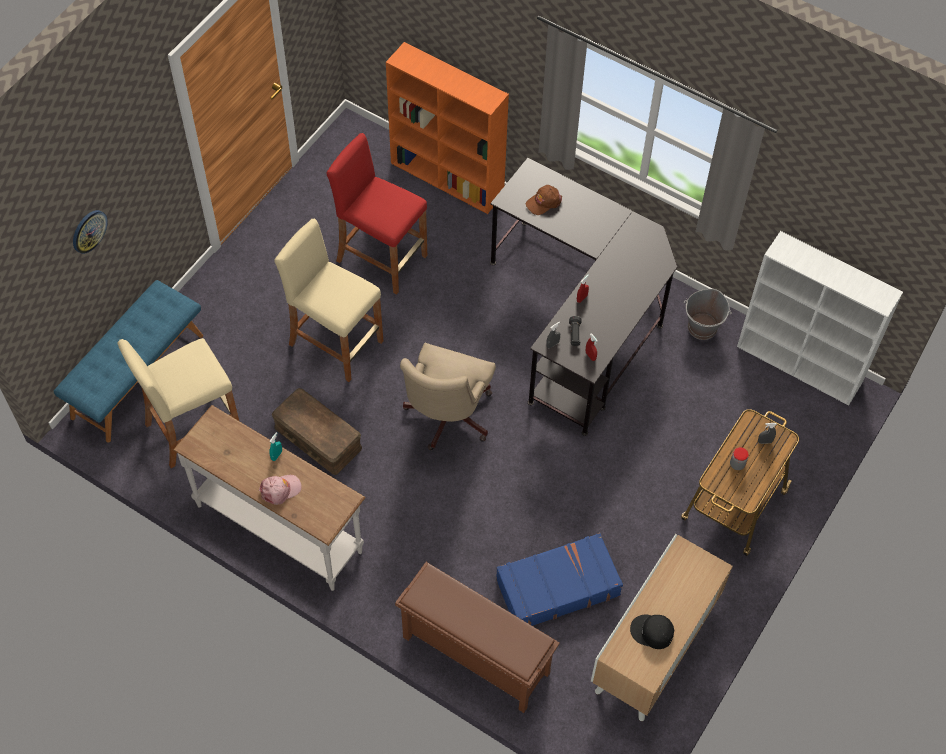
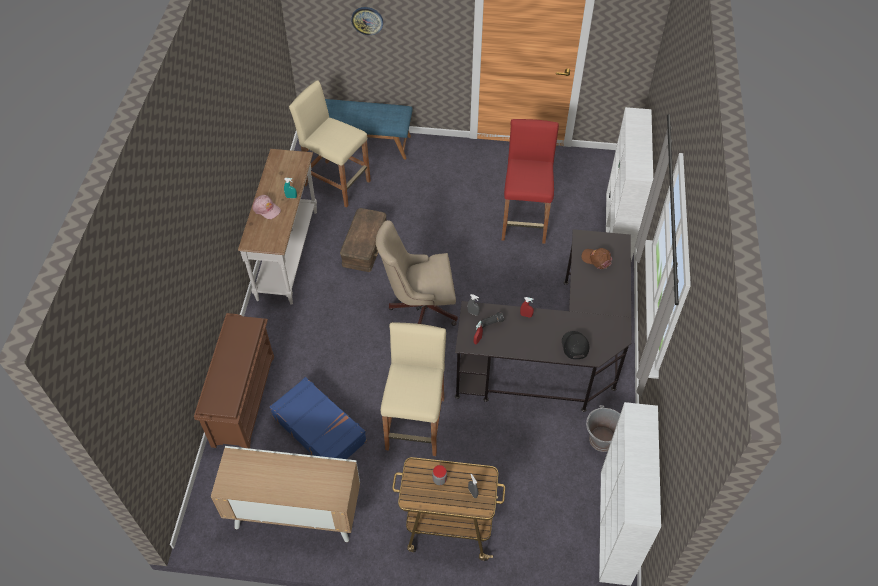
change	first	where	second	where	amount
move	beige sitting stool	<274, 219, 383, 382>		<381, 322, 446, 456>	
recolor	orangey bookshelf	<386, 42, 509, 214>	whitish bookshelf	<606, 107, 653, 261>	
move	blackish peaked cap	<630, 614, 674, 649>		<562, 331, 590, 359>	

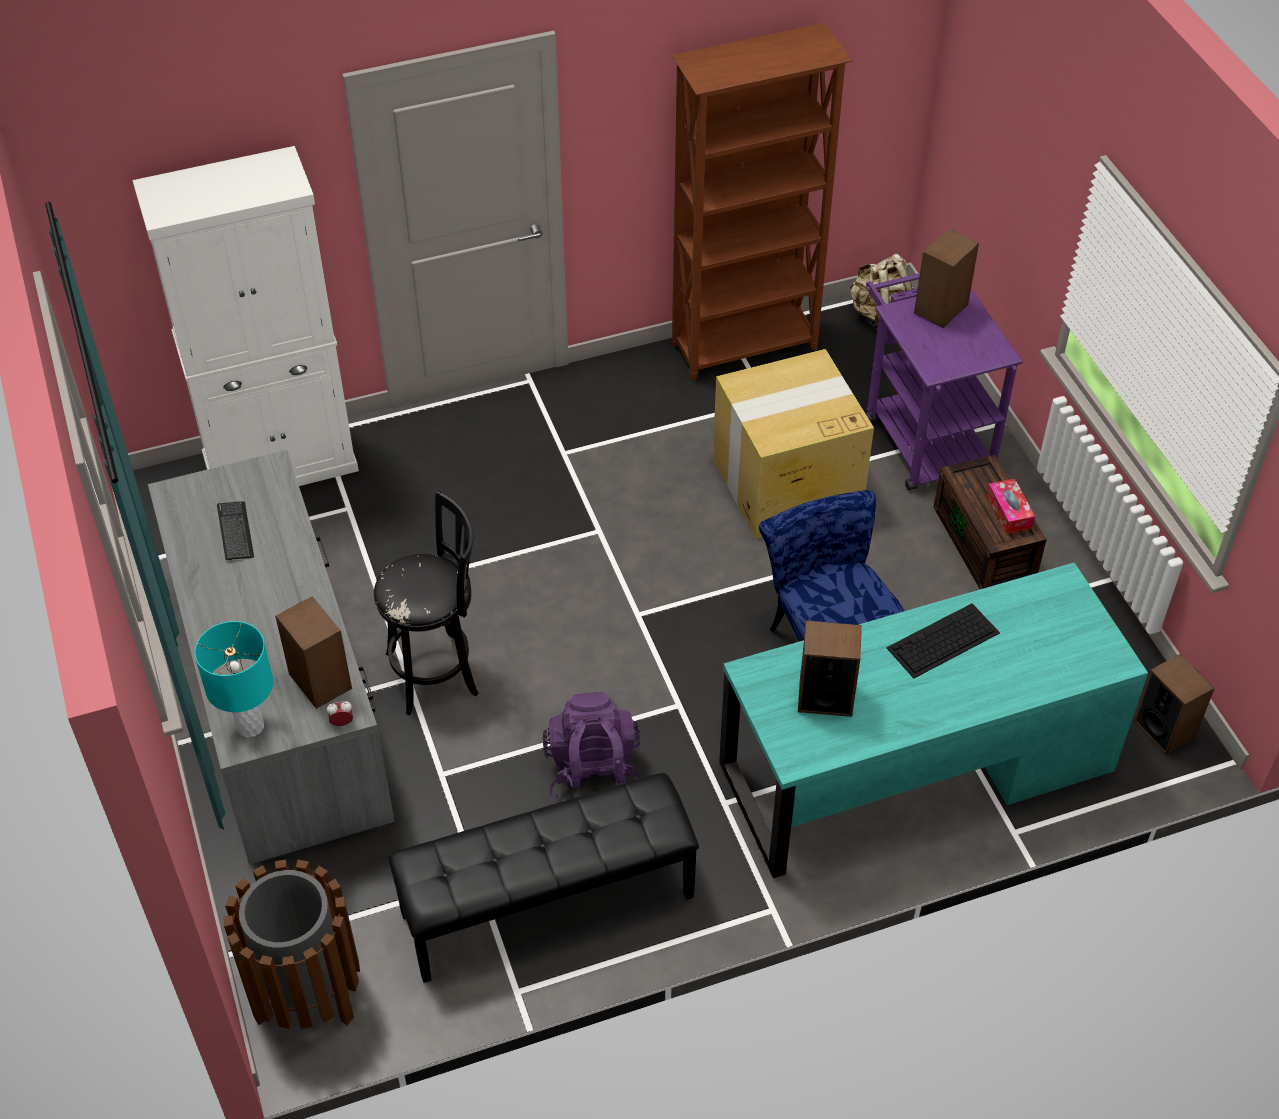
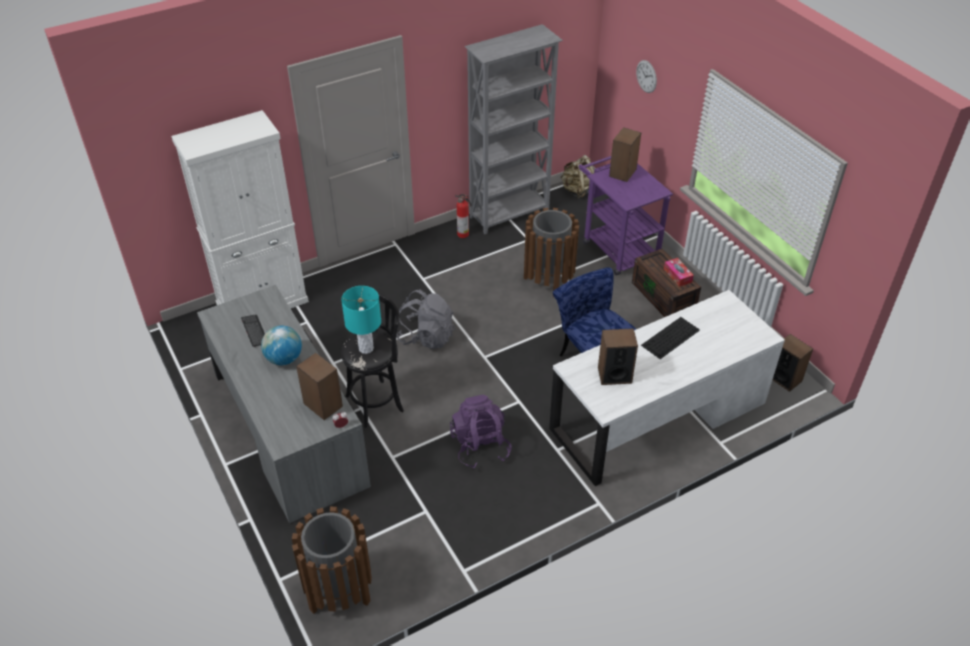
change	first	where	second	where	amount
move	turquoise table lamp	<194, 621, 273, 738>		<341, 286, 381, 354>	
delete	blackish long seat	<388, 773, 699, 983>			
recolor	brown-coloured bookshelf	<672, 23, 853, 381>	gray bookshelf	<464, 24, 563, 234>	
replace	packing box	<713, 349, 874, 539>	brown-coloured trash can	<524, 208, 579, 298>	
recolor	turquoise desk	<719, 562, 1148, 878>	whitish desk	<549, 290, 785, 486>	
insert			globe	<261, 326, 302, 365>	
insert			gray backpack	<397, 290, 455, 349>	
insert			fire-fighting cylinder	<455, 194, 472, 238>	
insert			clock on the wall	<636, 60, 657, 93>	

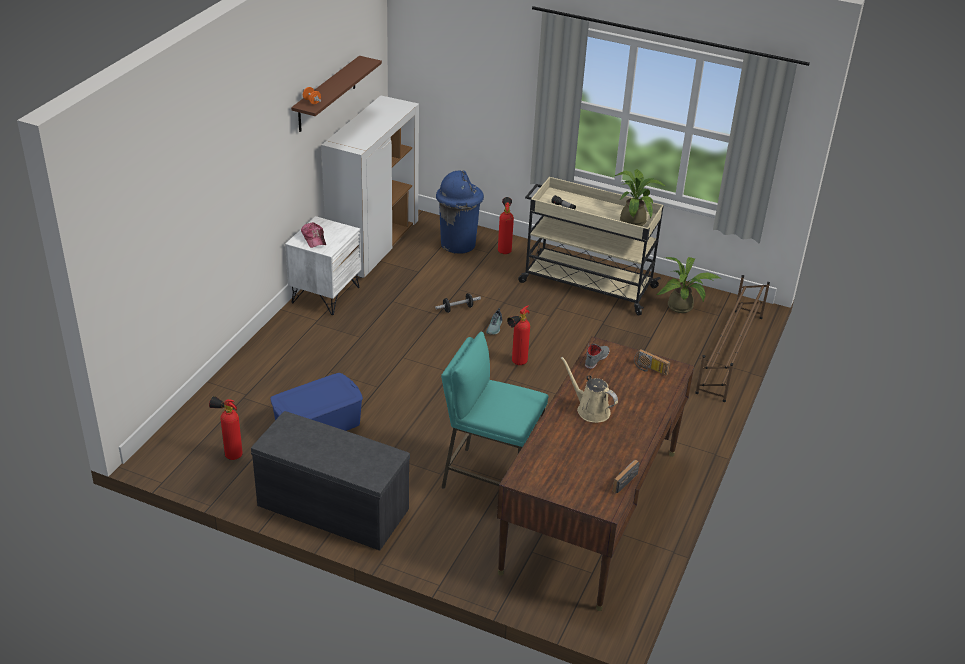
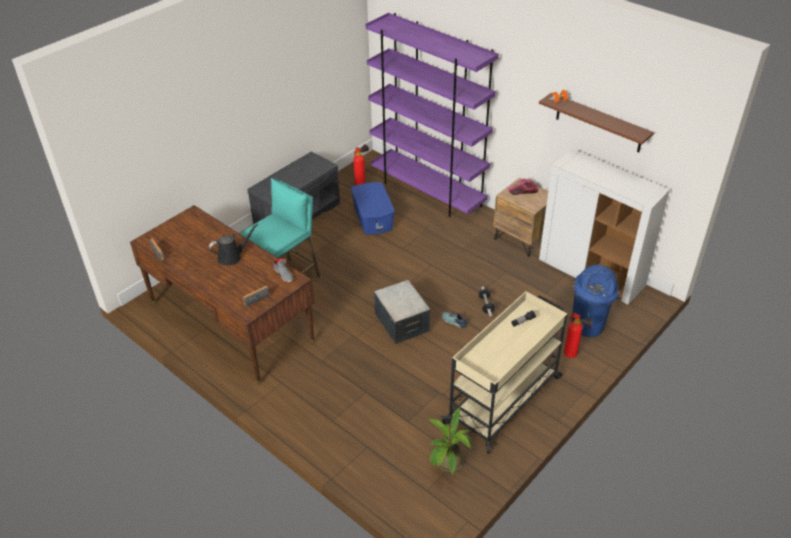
change	first	where	second	where	amount
recolor	whitish night table	<285, 216, 361, 315>	brown-coloured night table	<493, 178, 548, 257>	
replace	fire-fighting cylinder	<507, 306, 530, 365>	storage box	<374, 280, 431, 345>	
recolor	beige sprinkling can	<561, 357, 618, 423>	blackish sprinkling can	<209, 224, 258, 265>	
delete	potted plant	<615, 169, 666, 226>			
delete	brown-coloured shoe rack	<695, 275, 770, 402>			
insert			purple bookshelf	<365, 13, 499, 217>	

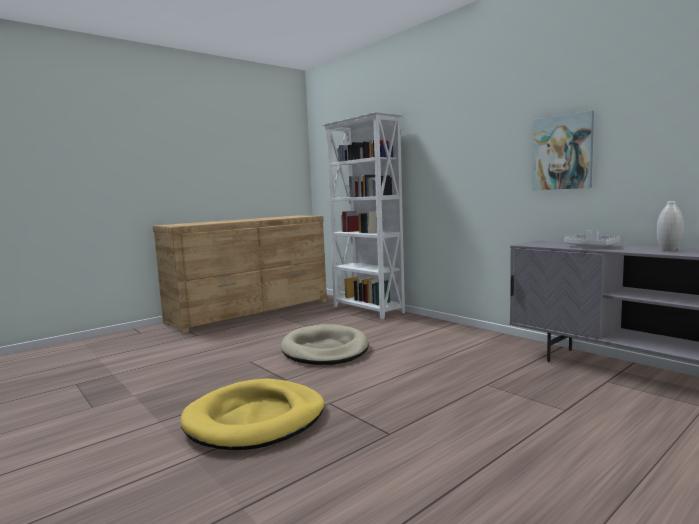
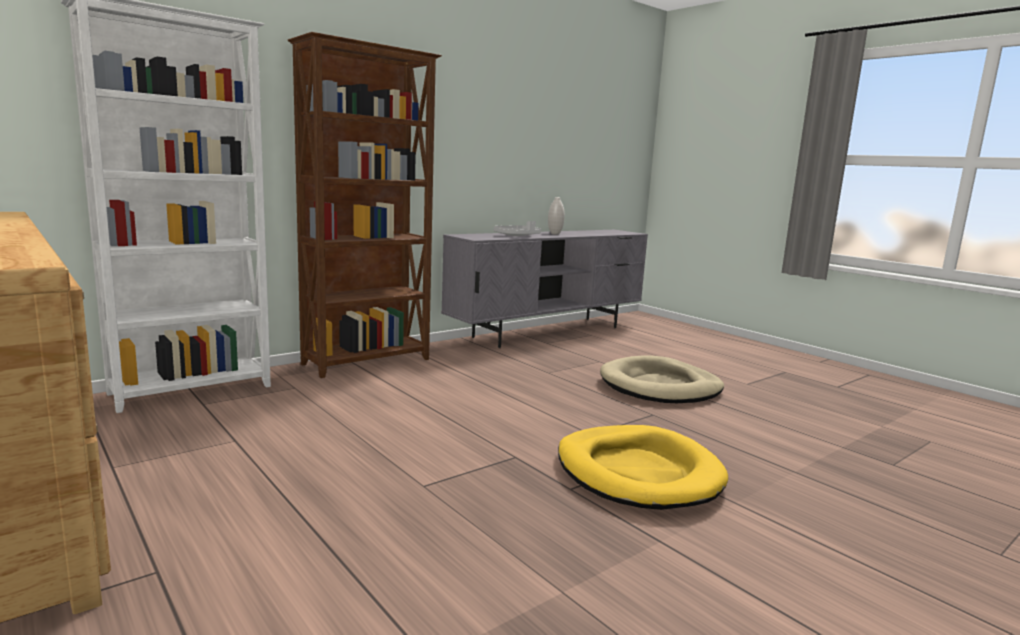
change	first	where	second	where	amount
move	beige dog bed	<281, 324, 369, 365>		<600, 355, 724, 403>	
delete	wall art	<532, 110, 594, 190>			
insert			brown-coloured bookshelf	<288, 32, 442, 378>	

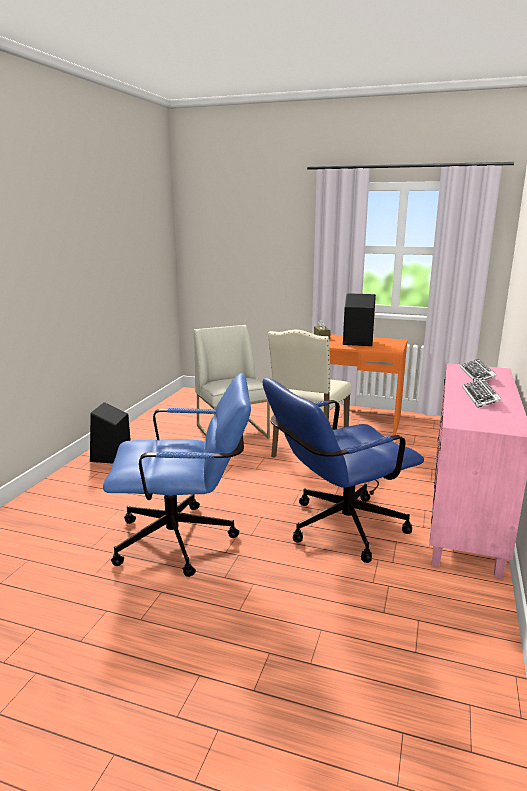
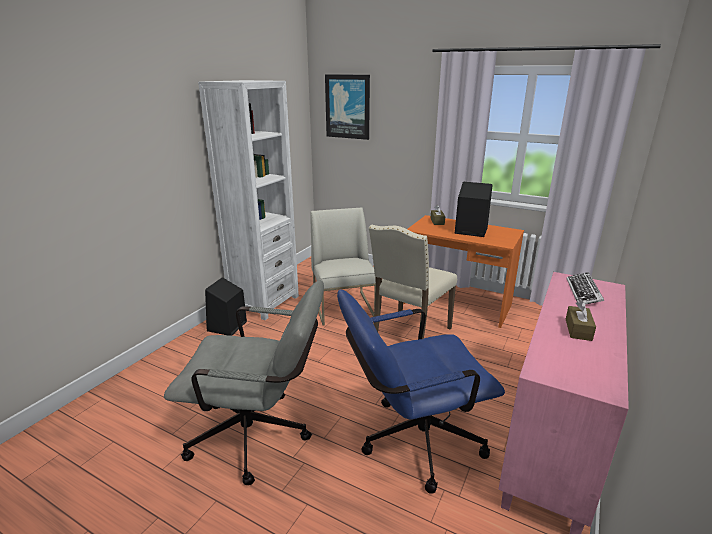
change	first	where	second	where	amount
recolor	blue-coloured computer chair	<103, 373, 251, 577>	gray computer chair	<164, 280, 324, 485>	
replace	PC keyboard	<462, 378, 502, 408>	brown-coloured box of tissues	<566, 301, 596, 341>	
insert			whitish bookshelf	<198, 80, 299, 320>	
insert			wall art	<325, 74, 370, 140>	

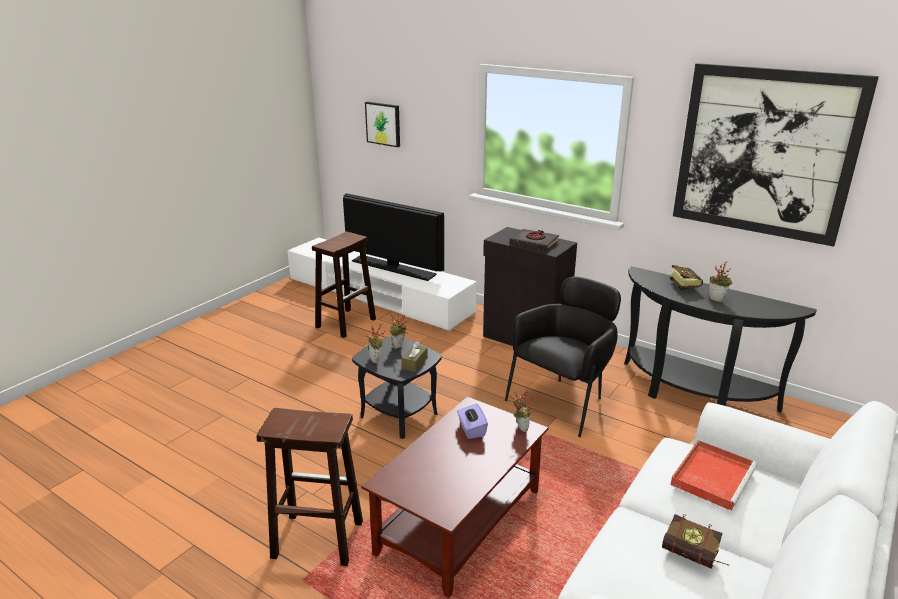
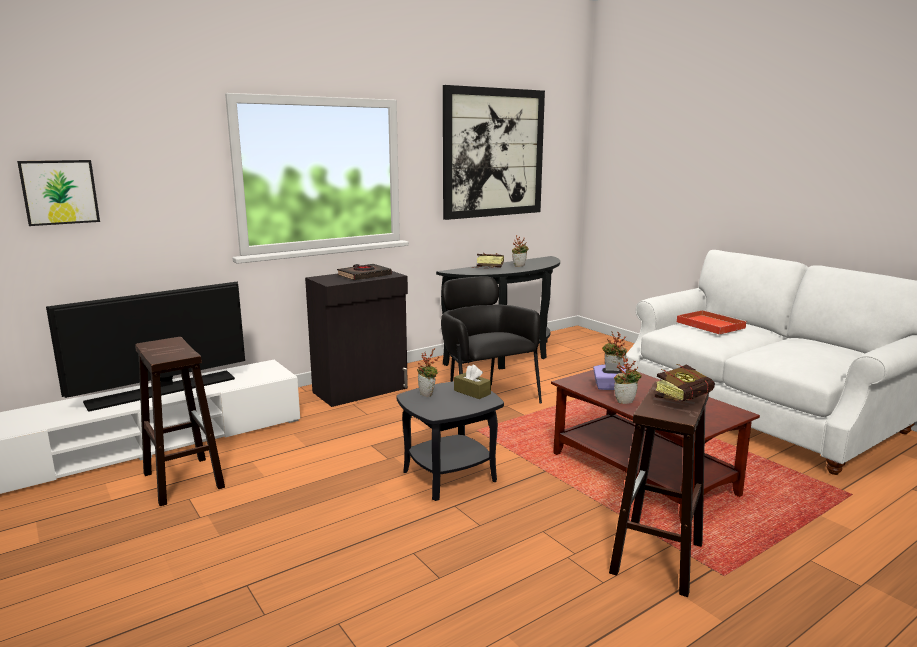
change	first	where	second	where	amount
move	potted plant	<366, 324, 386, 363>		<614, 353, 642, 404>	
move	bound book	<662, 514, 729, 569>		<655, 364, 715, 402>	

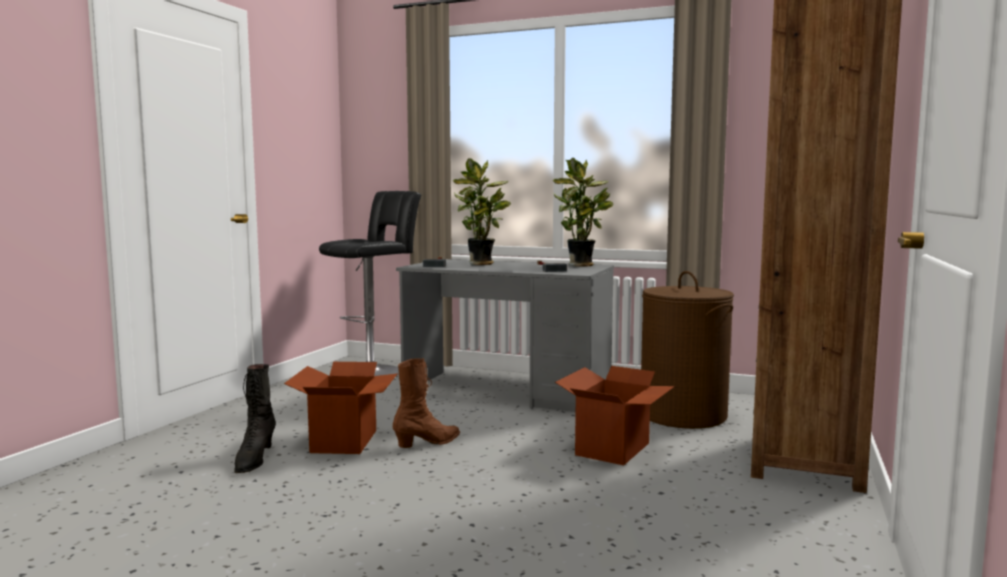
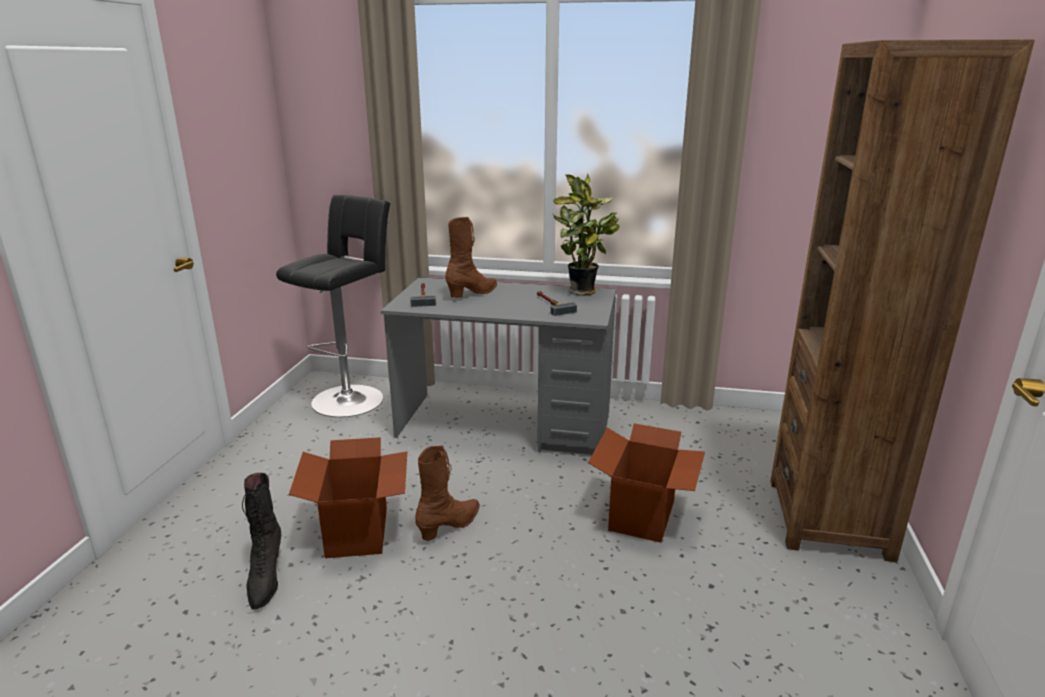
change	first	where	second	where	amount
replace	potted plant	<453, 158, 511, 265>	brown-coloured high-top boot	<445, 217, 497, 298>	
delete	brown-coloured washing basket	<641, 271, 734, 429>			

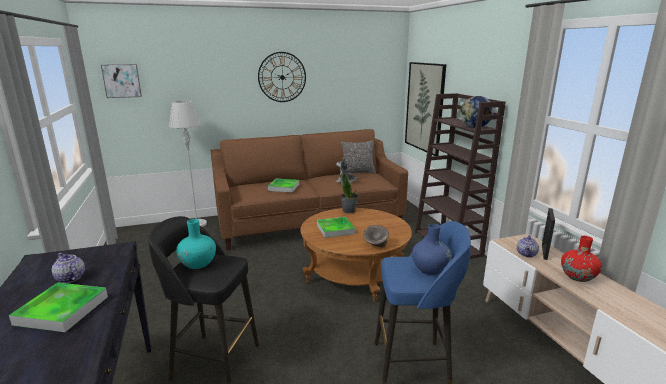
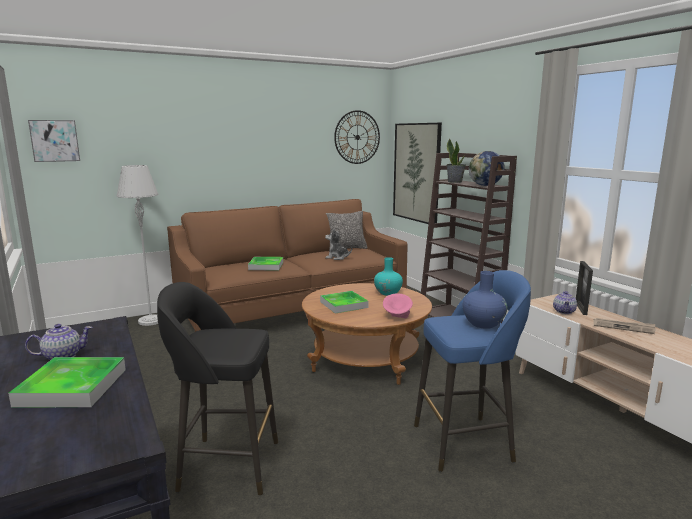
change	first	where	second	where	amount
rotate	pot for tea	<52, 253, 85, 283>		<25, 324, 93, 360>	120 degrees clockwise
move	turquoise vase	<176, 219, 216, 269>		<374, 257, 403, 296>	
move	clock on the wall	<258, 52, 306, 102>		<334, 110, 380, 164>	
move	potted plant	<341, 173, 359, 213>		<446, 138, 466, 183>	
recolor	gray bowl	<363, 225, 389, 248>	pinkish bowl	<383, 293, 413, 318>	
replace	red-coloured vase	<561, 236, 602, 282>	printed paper	<593, 318, 656, 334>	

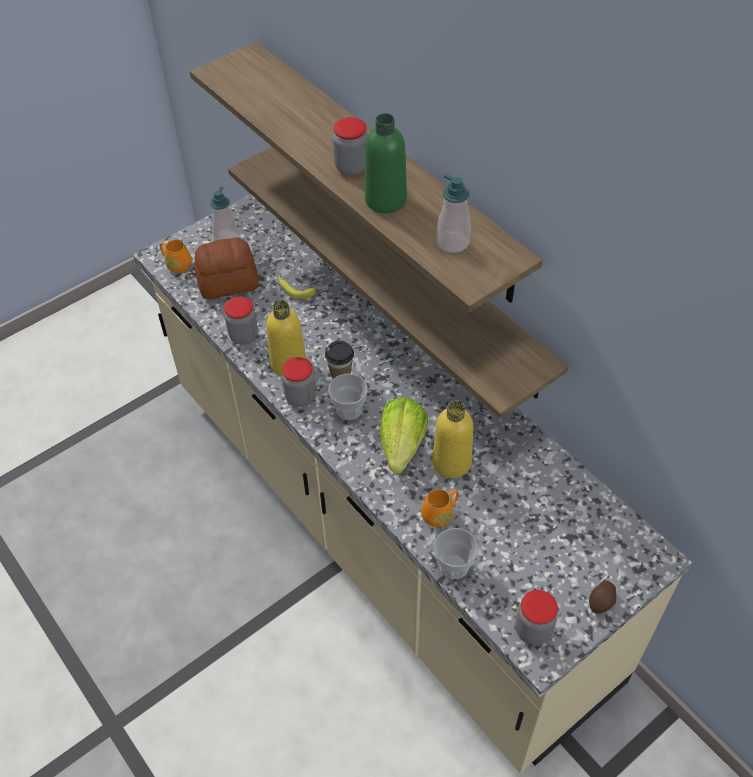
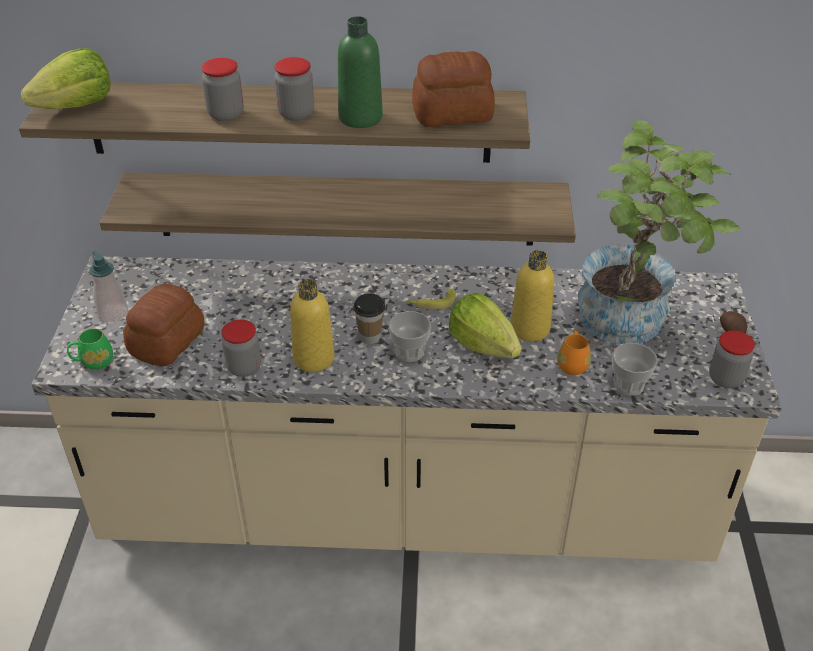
change	first	where	second	where	amount
recolor	orangey mug	<160, 240, 192, 273>	greenish mug	<67, 328, 113, 370>	
move	banana	<276, 275, 316, 300>		<407, 288, 456, 309>	
move	storage jar	<282, 357, 316, 407>		<201, 58, 244, 121>	
replace	soap bottle	<436, 174, 471, 253>	bread	<412, 51, 495, 127>	
insert			lettuce head	<21, 48, 111, 109>	
insert			potted plant	<578, 120, 740, 344>	

